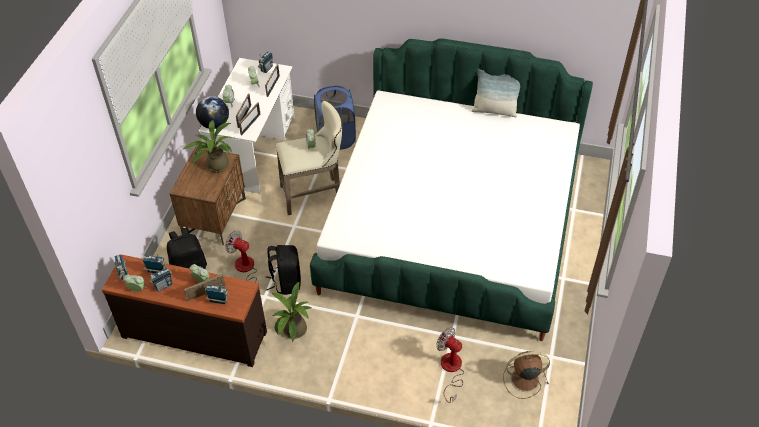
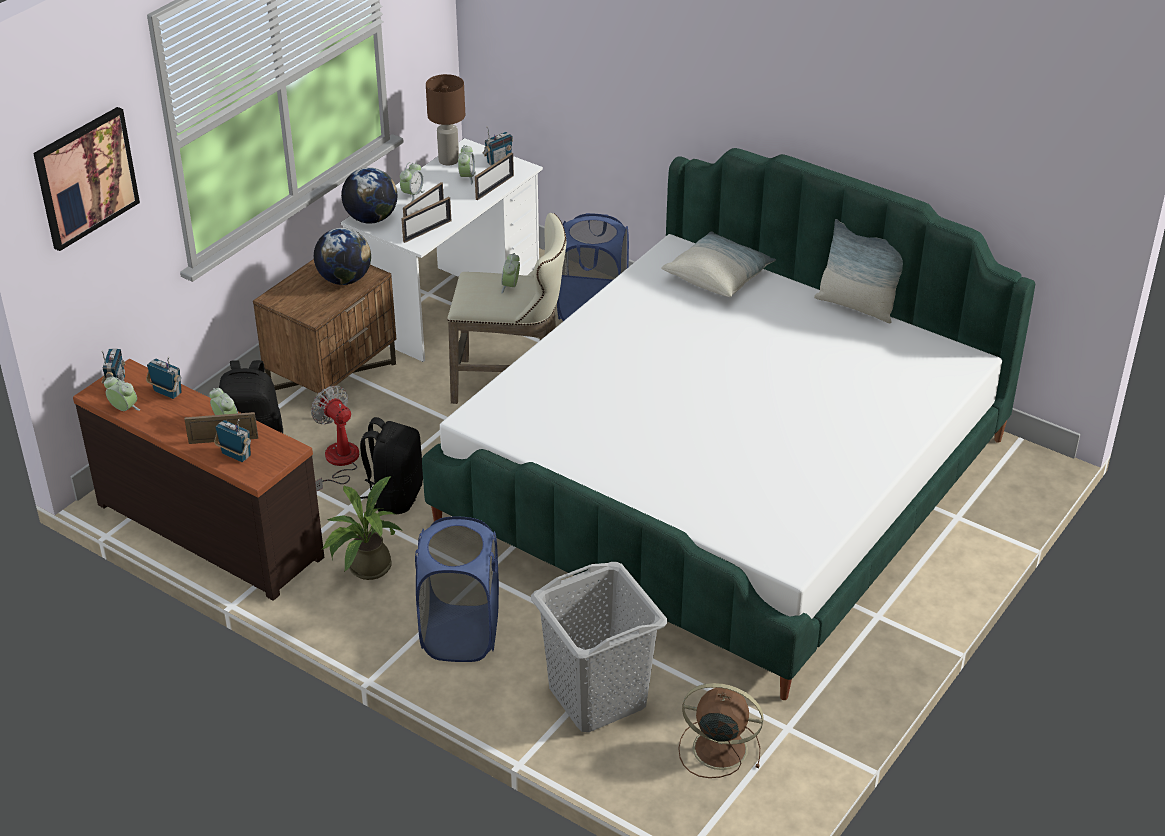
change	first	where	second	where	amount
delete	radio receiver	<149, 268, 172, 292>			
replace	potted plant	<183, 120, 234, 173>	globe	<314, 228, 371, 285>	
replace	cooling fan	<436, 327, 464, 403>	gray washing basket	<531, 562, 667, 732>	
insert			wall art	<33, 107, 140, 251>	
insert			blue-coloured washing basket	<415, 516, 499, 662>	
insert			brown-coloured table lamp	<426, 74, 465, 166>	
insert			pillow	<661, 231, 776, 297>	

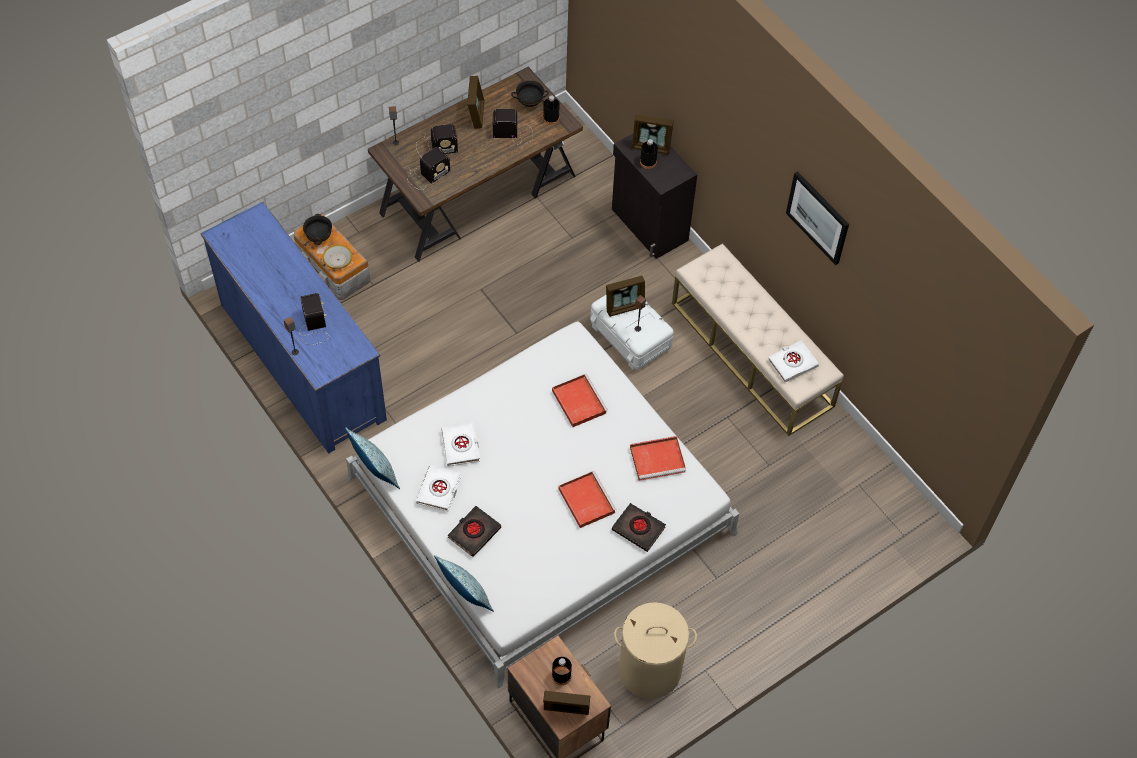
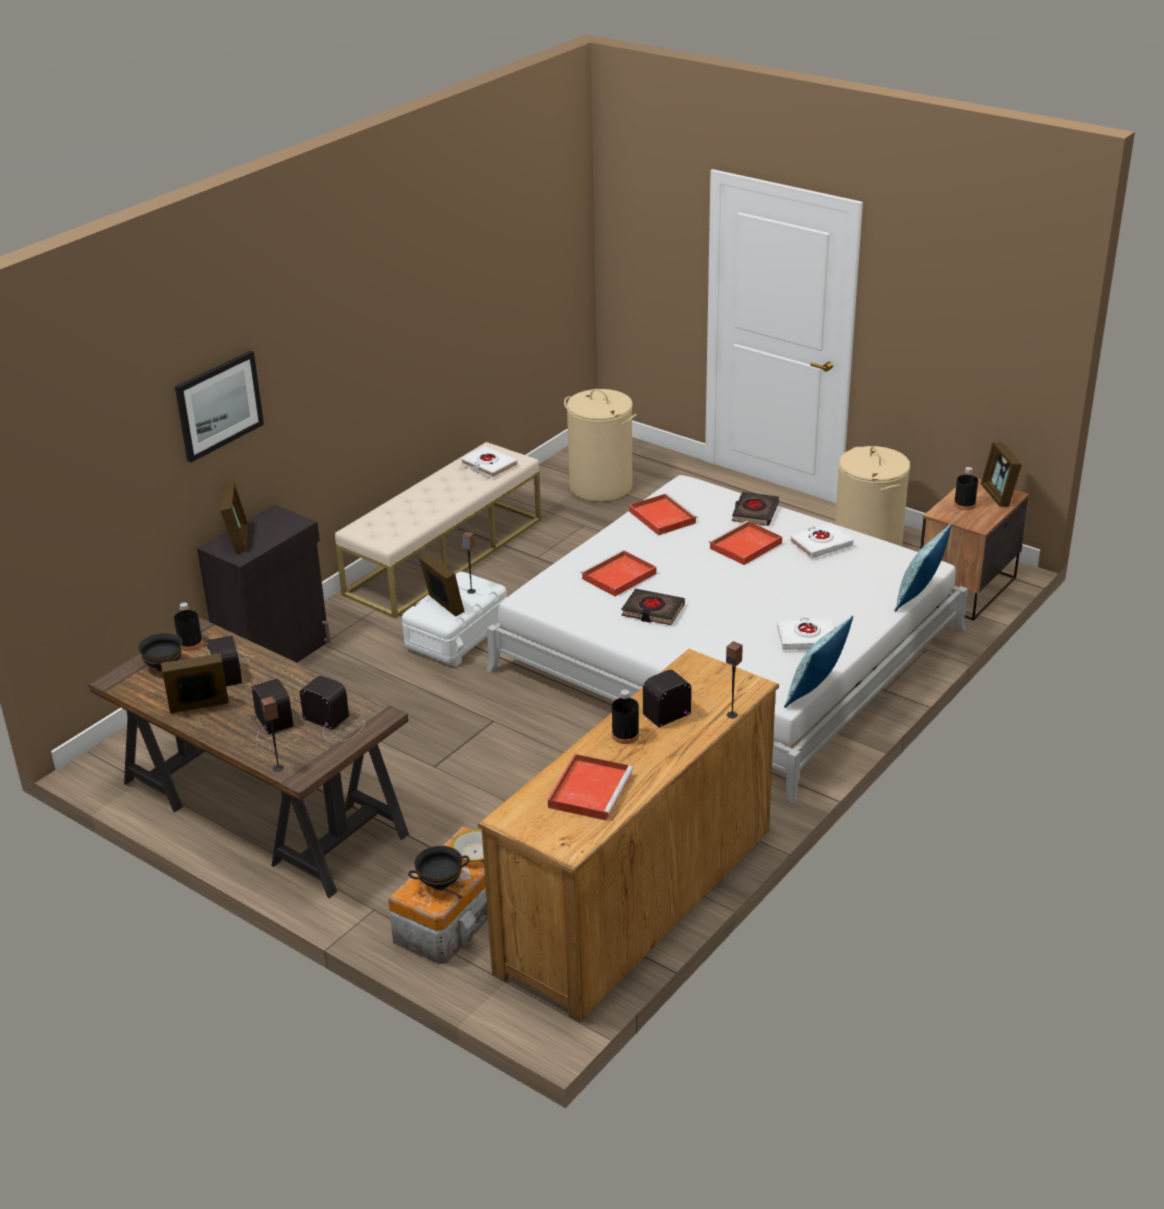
change	first	where	second	where	amount
recolor	blue-coloured chest of drawers	<200, 202, 387, 454>	brown-coloured chest of drawers	<478, 649, 779, 1022>	
move	whitish bound book	<441, 423, 480, 466>		<790, 522, 853, 559>	
move	blackish bound book	<448, 506, 501, 557>		<622, 589, 685, 625>	
move	blackish drink bottle	<640, 139, 658, 169>		<612, 690, 639, 744>	
move	wall art	<786, 171, 849, 265>		<175, 351, 264, 462>	
insert			red-coloured tray	<548, 754, 633, 821>	
insert			beige washing basket	<564, 389, 637, 502>	

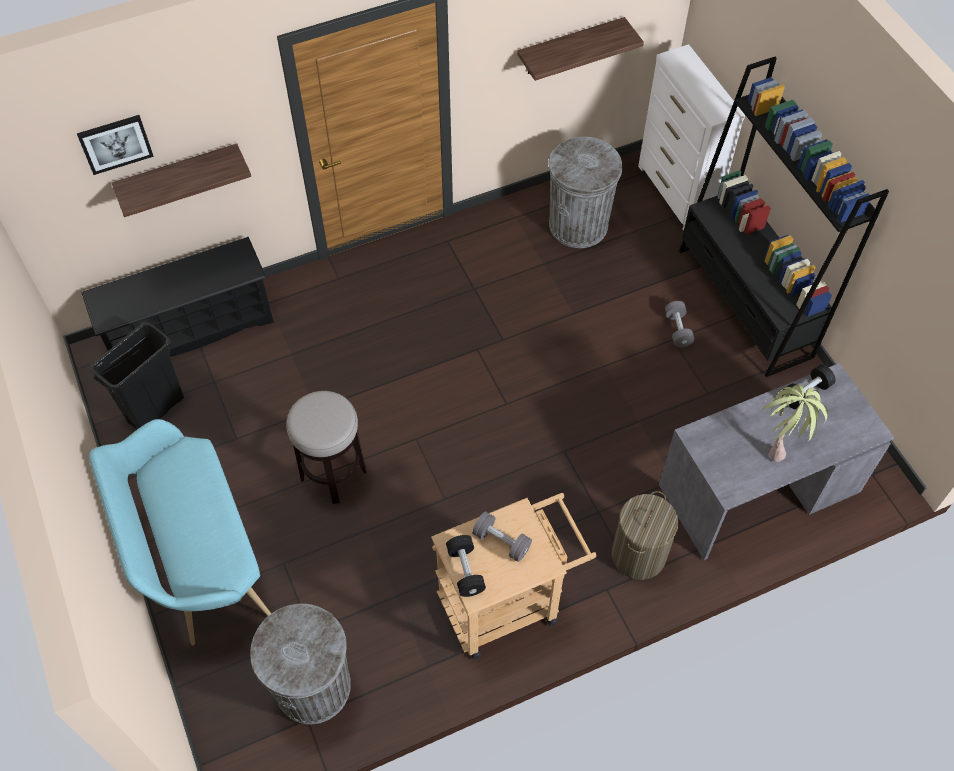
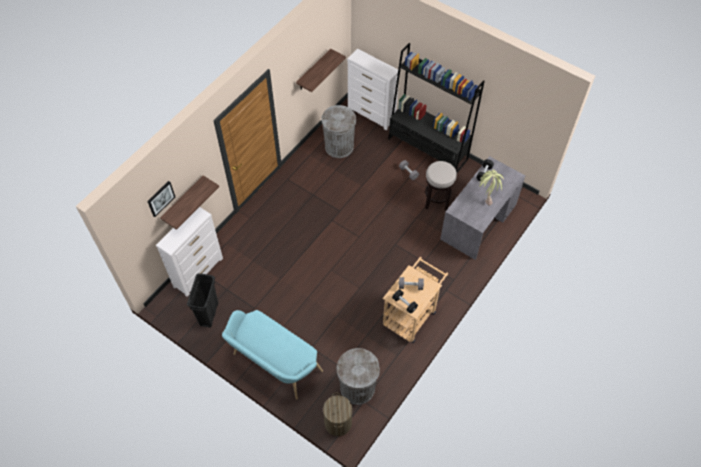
change	first	where	second	where	amount
replace	blackish shoe rack	<81, 237, 274, 357>	whitish chest of drawers	<156, 207, 223, 297>	
move	sitting stool	<286, 391, 367, 504>		<425, 161, 457, 211>	
move	washing basket	<612, 491, 679, 580>		<323, 393, 352, 436>	

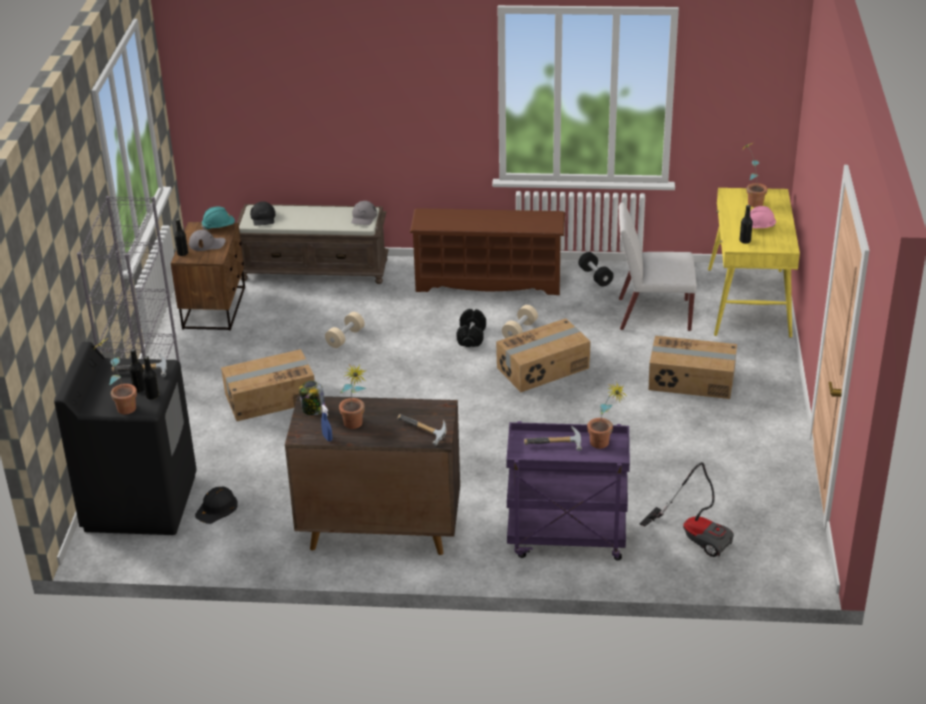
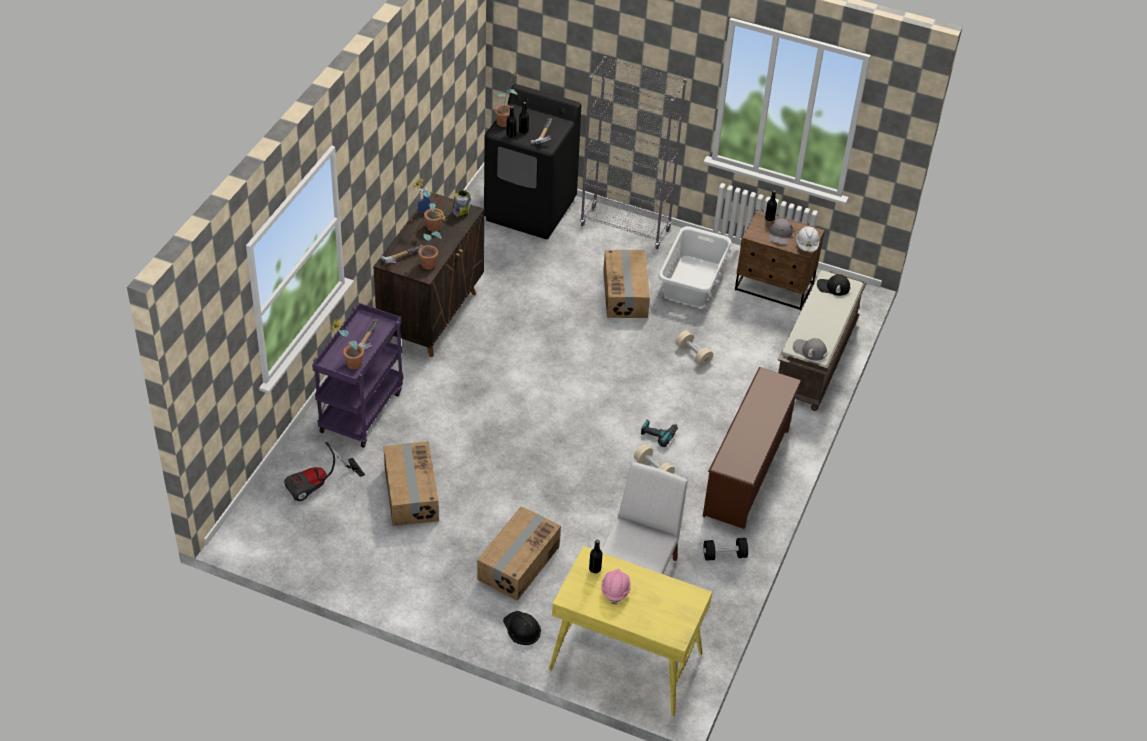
change	first	where	second	where	amount
move	blackish work helmet	<195, 486, 237, 524>		<503, 611, 541, 645>	
recolor	turquoise work helmet	<201, 206, 235, 230>	whitish work helmet	<796, 226, 820, 252>	
replace	blackish hand weight	<457, 309, 486, 347>	power drill	<641, 420, 678, 447>	
move	packing box	<496, 318, 591, 392>		<384, 441, 439, 526>	
move	potted plant	<740, 143, 768, 207>		<418, 212, 447, 270>	
insert			whitish washing basket	<658, 226, 731, 307>	

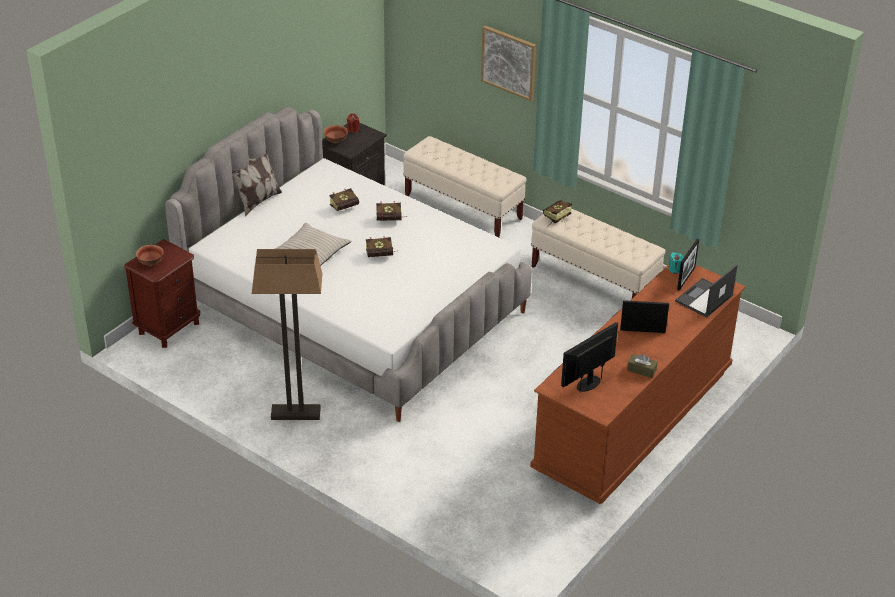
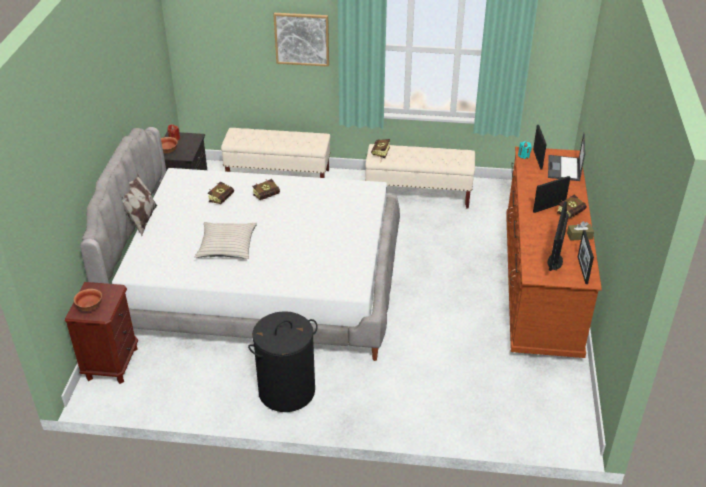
change	first	where	second	where	amount
replace	standard lamp	<252, 249, 323, 420>	blackish washing basket	<248, 311, 318, 412>	
move	bound book	<366, 236, 396, 257>		<557, 195, 587, 218>	
insert			photo frame	<578, 230, 594, 284>	

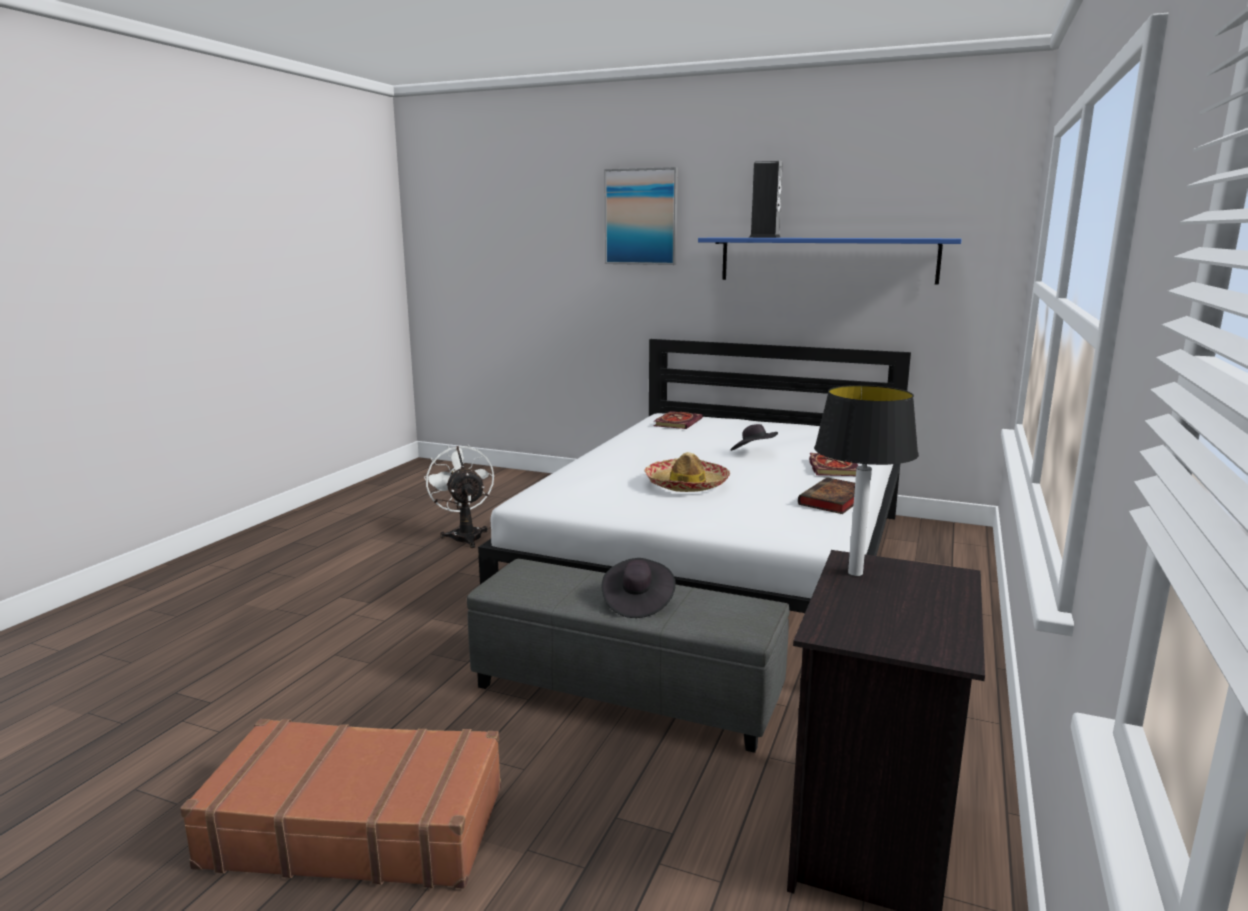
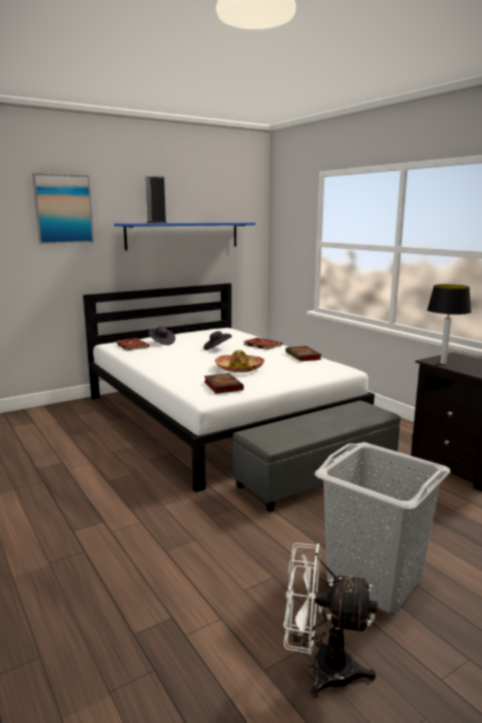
change	first	where	second	where	amount
replace	brown-coloured suitcase	<180, 719, 501, 889>	gray washing basket	<315, 442, 451, 613>	
move	whitish cooling fan	<424, 445, 494, 548>		<284, 543, 378, 698>	
move	blackish wearable hat	<602, 558, 676, 618>		<148, 326, 175, 345>	
insert			bound book	<204, 373, 244, 394>	

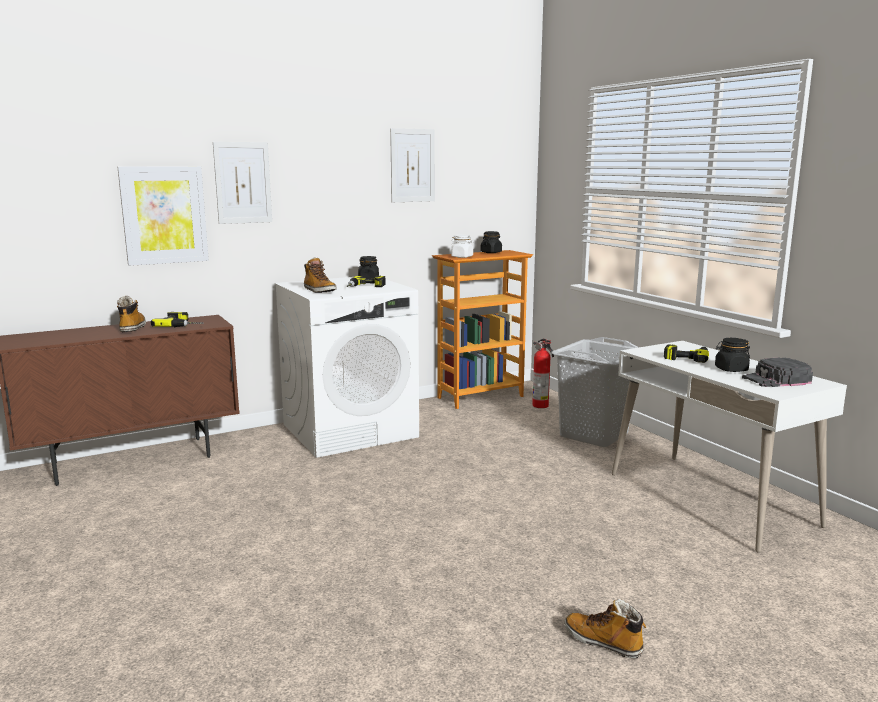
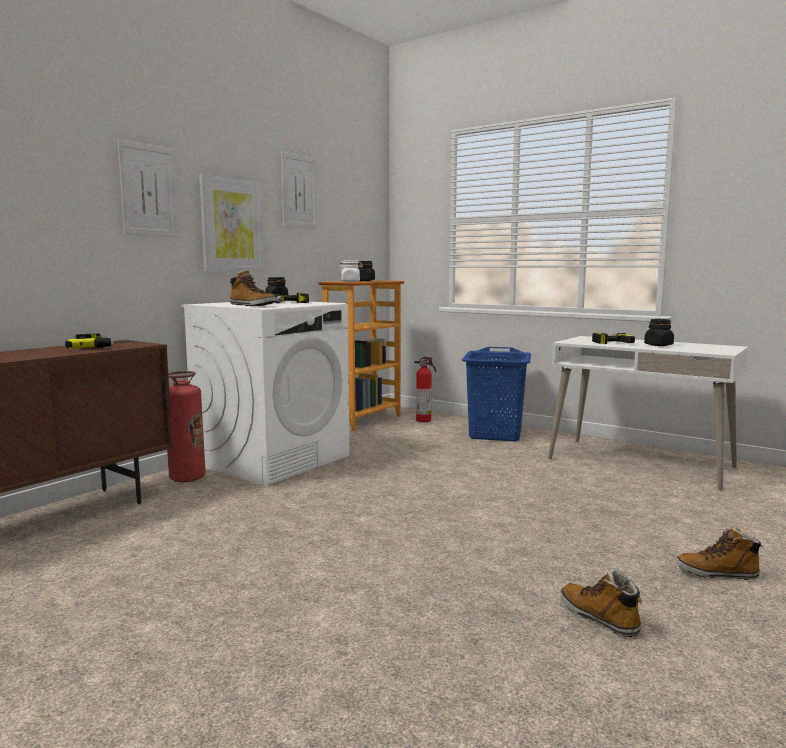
change	first	where	second	where	amount
move	high-top boot	<117, 296, 146, 332>		<560, 568, 642, 637>	
move	wall art	<118, 166, 209, 266>		<199, 174, 264, 271>	
recolor	gray washing basket	<551, 337, 639, 447>	blue-coloured washing basket	<462, 347, 531, 441>	
delete	blackish peaked cap	<742, 357, 813, 387>			
insert			fire-fighting cylinder	<167, 371, 206, 482>	

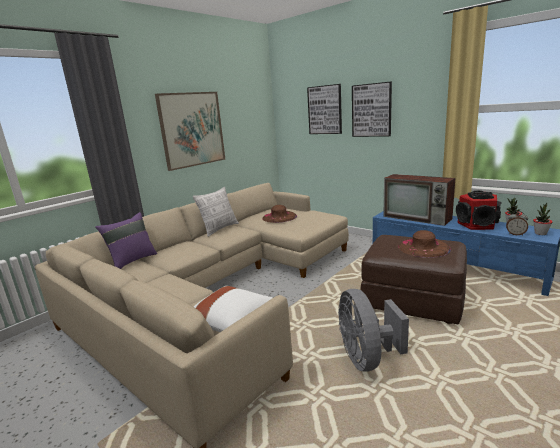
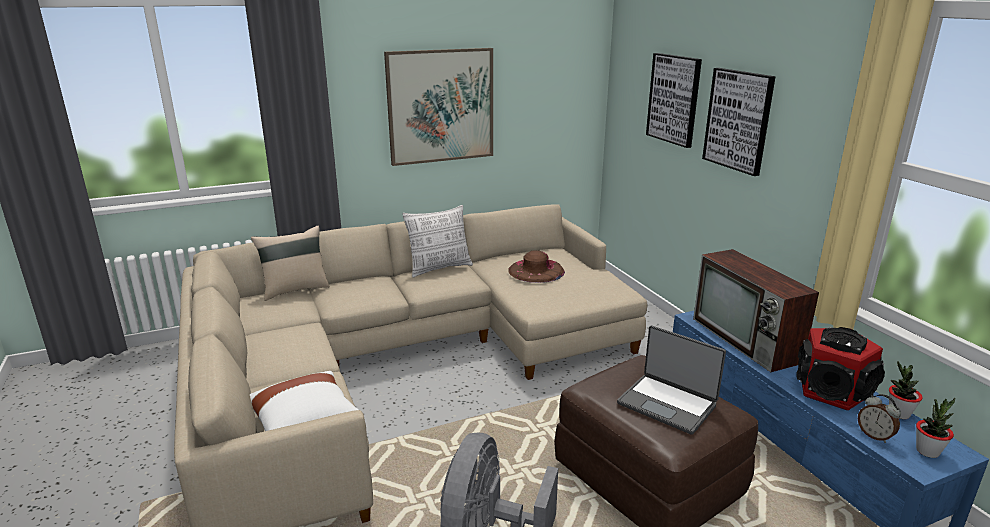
change	first	where	second	where	amount
recolor	purple pillow	<95, 212, 157, 269>	beige pillow	<251, 226, 330, 301>	
replace	brown-coloured wearable hat	<398, 230, 451, 258>	laptop	<617, 325, 726, 435>	

